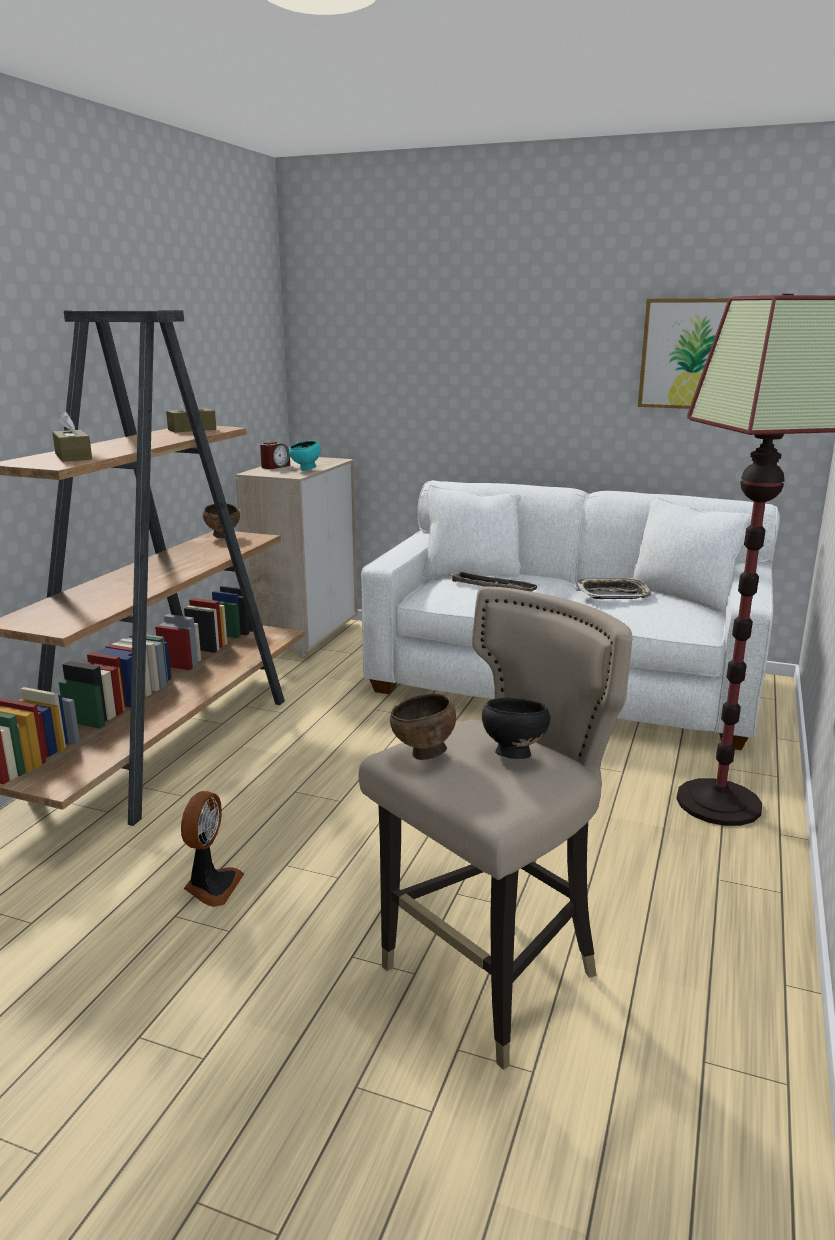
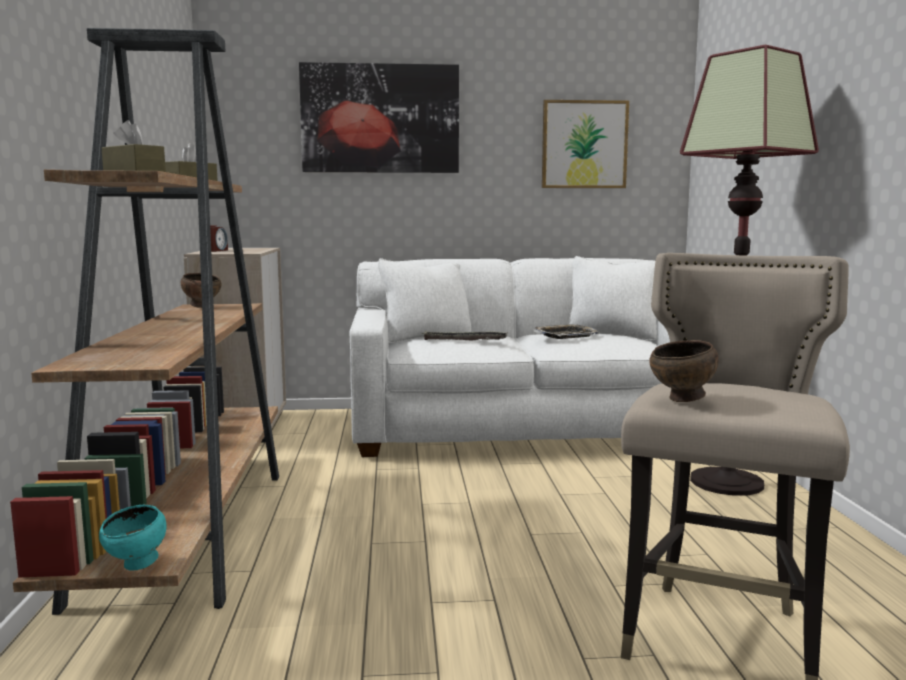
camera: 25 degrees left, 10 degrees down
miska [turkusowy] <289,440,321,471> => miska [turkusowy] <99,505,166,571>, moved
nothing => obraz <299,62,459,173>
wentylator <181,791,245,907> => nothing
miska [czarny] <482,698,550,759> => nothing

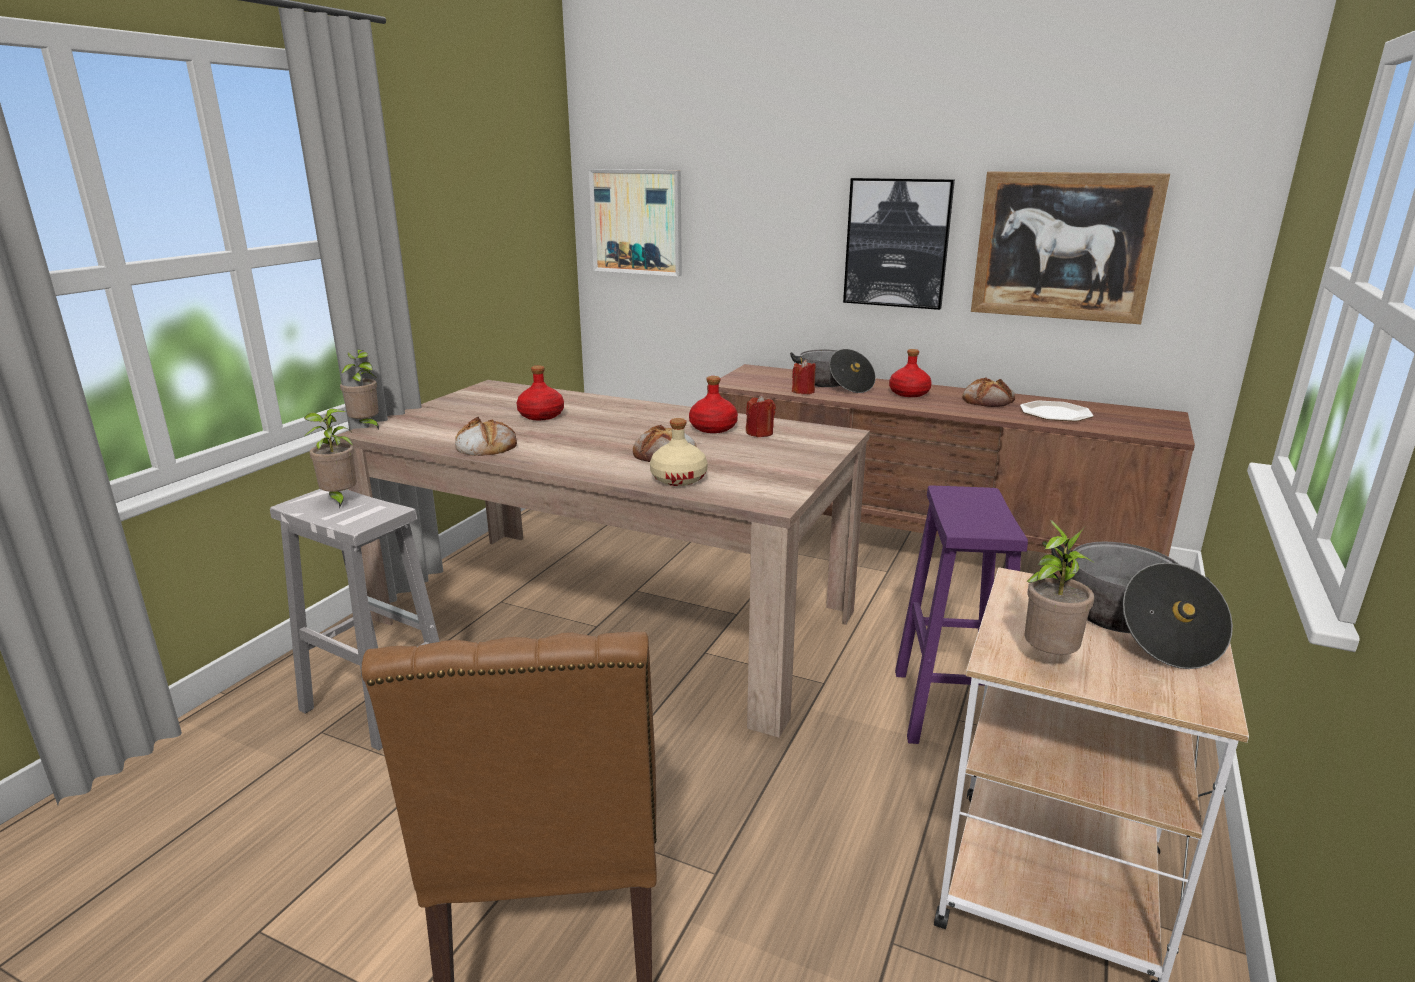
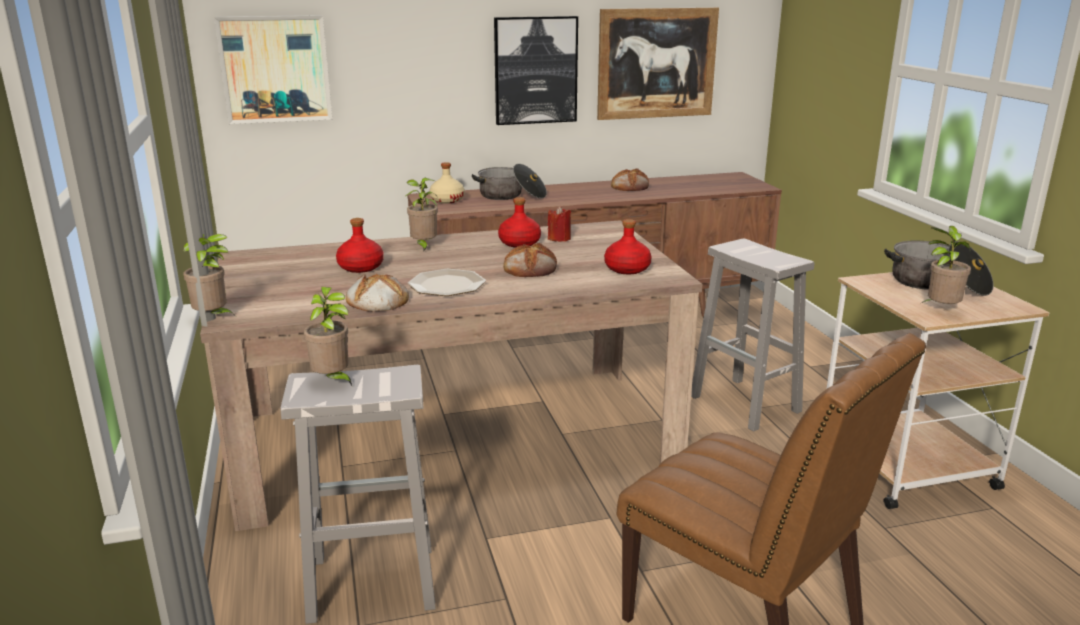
camera: 40 degrees left, 0 degrees up
nothing => roślina doniczkowa <406,178,438,253>
talerz <1020,400,1094,422> => talerz <408,269,486,296>, moved
butelka [beżowy] <650,418,708,486> => butelka [beżowy] <429,162,465,204>, moved
butelka [czerwony] <889,349,932,397> => butelka [czerwony] <604,219,652,274>, moved
stołek [fioletowy] <895,486,1028,744> => stołek [biały] <691,239,814,432>
świeca [czerwony] <792,360,816,394> => nothing

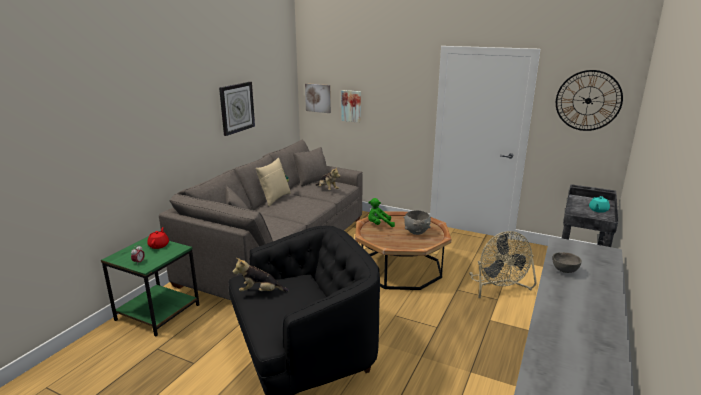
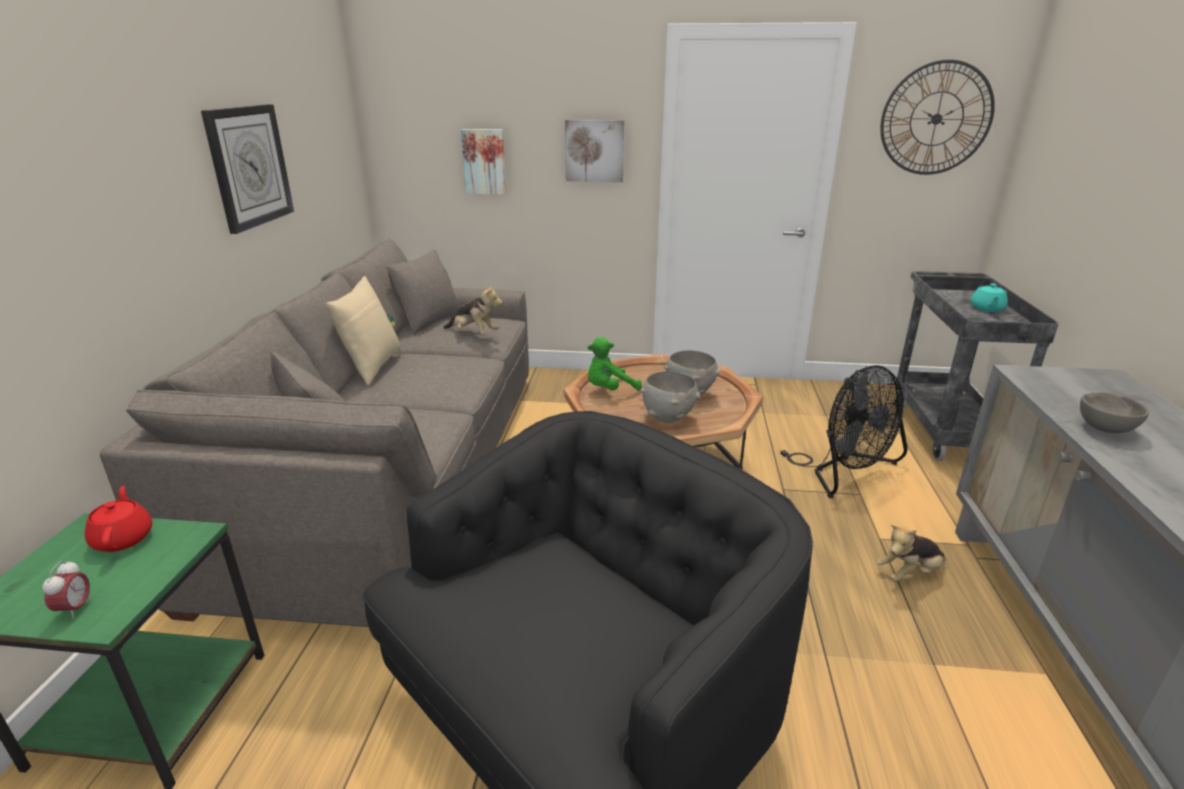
camera: 20 degrees left, 5 degrees up
obraz <305,83,331,113> => obraz <565,120,624,182>, moved
nothing => miska [szary] <640,371,700,423>
wentylator [beżowy] <469,231,537,298> => wentylator [czarny] <780,365,908,498>
pluszak <232,258,289,292> => pluszak <876,525,946,582>, moved

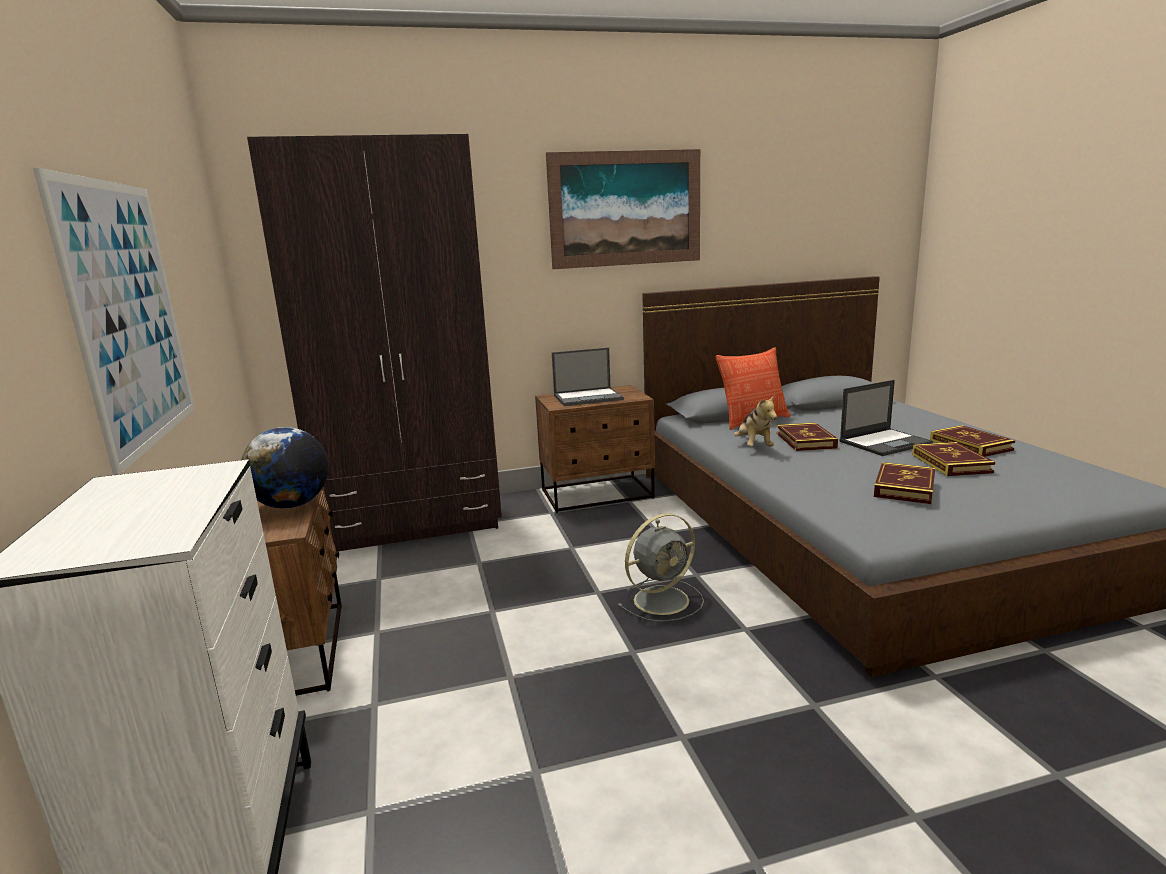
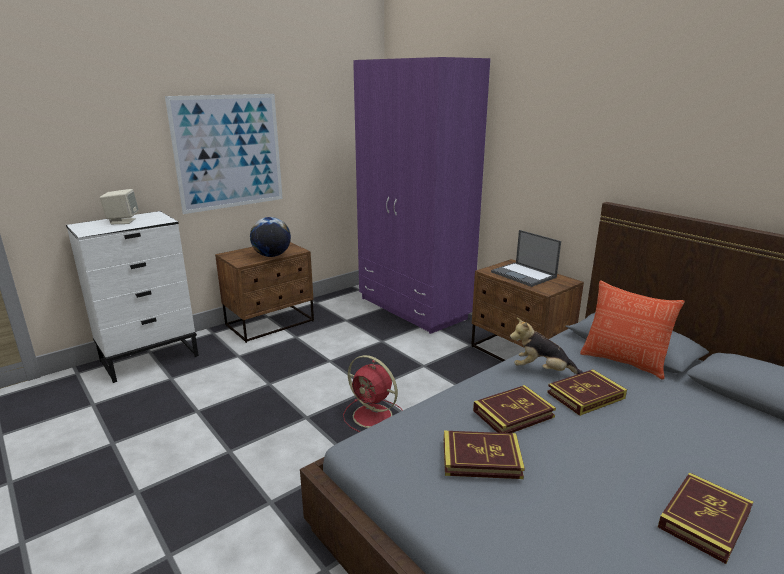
camera: 65 degrees right, 5 degrees up
nothing => głośnik [beżowy] <100,189,139,224>
wentylator [szary] <617,513,704,622> => wentylator [czerwony] <343,355,403,432>
szafa [brązowy] <247,134,502,552> => szafa [fioletowy] <353,57,490,334>
książka <912,442,995,476> => książka <473,385,556,433>, moved
pluszak <734,395,777,447> => pluszak <510,317,583,374>, 45 degrees clockwise
obraz <546,149,700,269> => nothing
laptop <839,380,933,456> => nothing

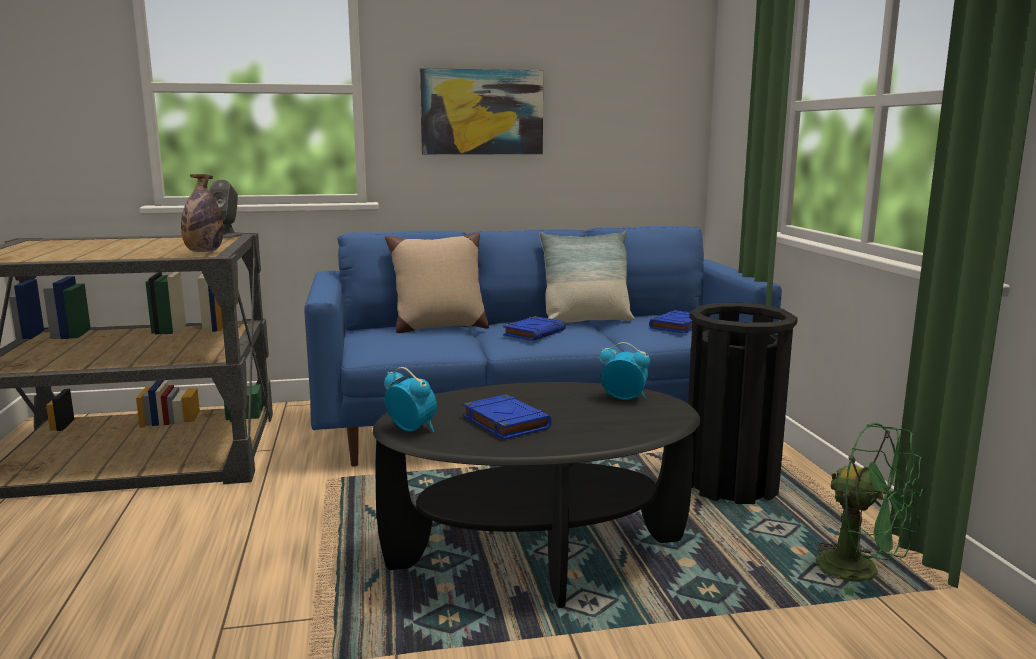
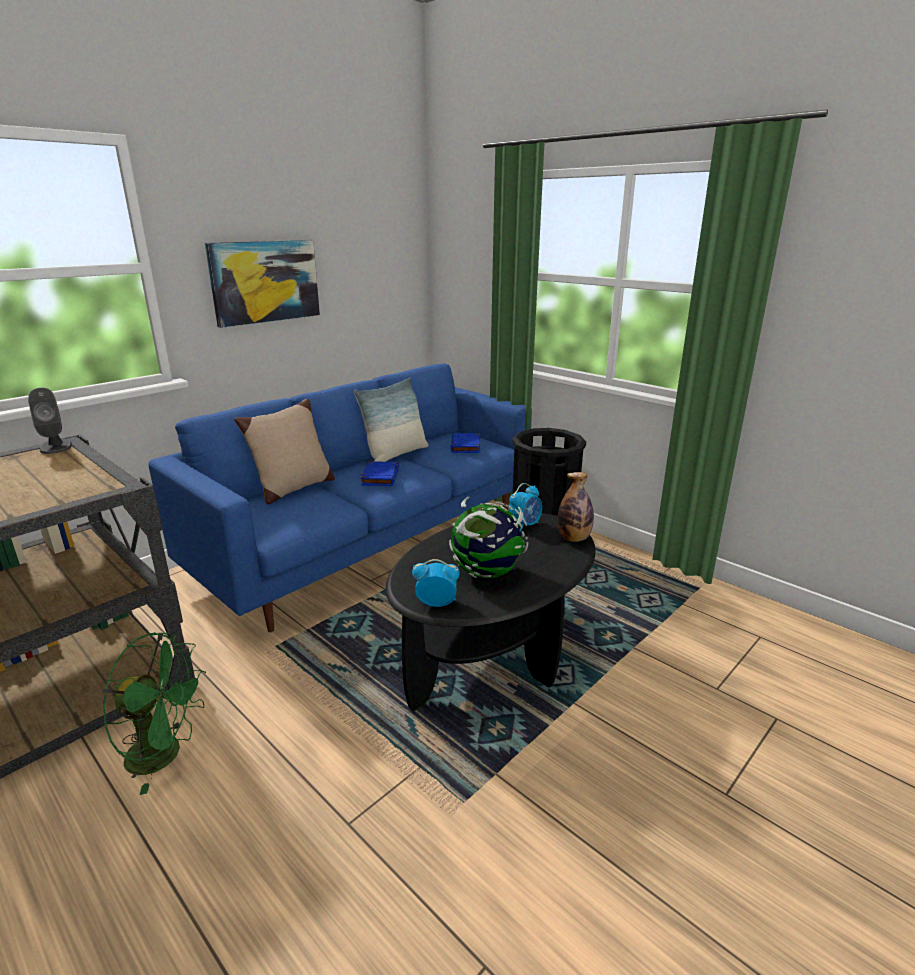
camera: 35 degrees left, 10 degrees up
wentylator [zielony] <807,423,924,596> => wentylator [zielony] <103,632,206,795>, moved
książka [niebieski] <463,395,552,440> => globus <449,497,528,578>
budzik <599,342,650,400> => budzik <509,483,542,532>, 150 degrees clockwise
butelka <181,174,223,252> => butelka <558,472,594,542>, moved

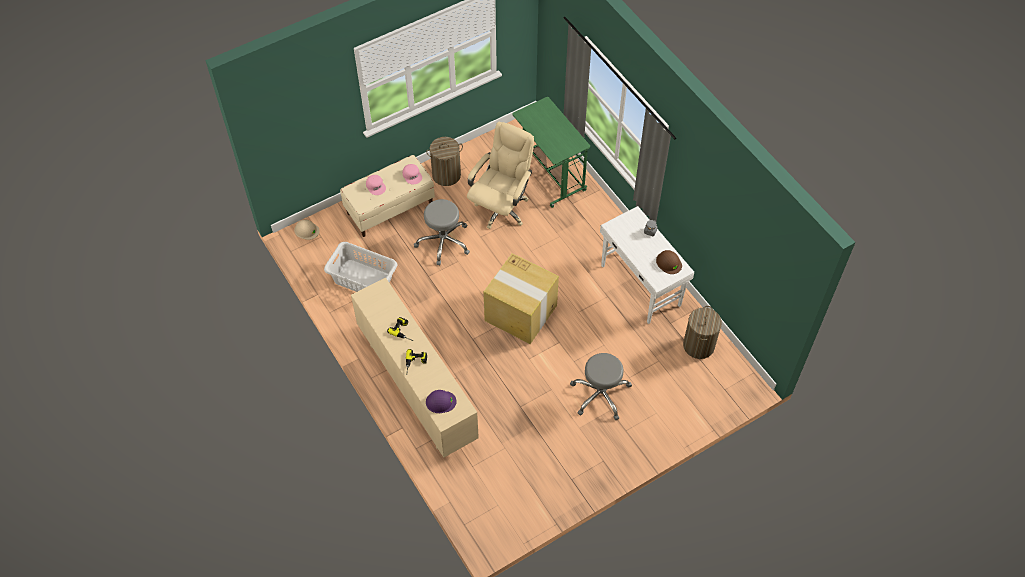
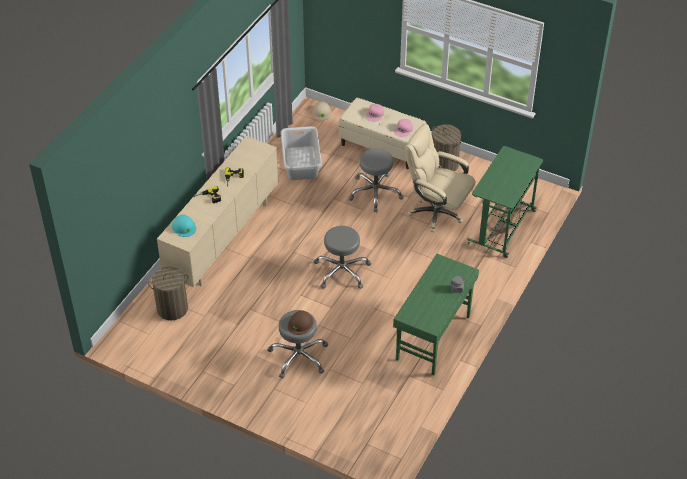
camera: 60 degrees right, 10 degrees down
kosz na pranie <683,306,722,359> => kosz na pranie <148,267,188,320>, moved
kask [fioletowy] <426,390,457,413> => kask [turkusowy] <172,215,196,237>
kask [brązowy] <656,250,682,274> => kask [brązowy] <288,311,313,335>, moved
karton <484,253,559,344> => stołek [szary] <314,226,371,289>
stolik konsolowy [biały] <600,206,694,324> => stolik konsolowy [zielony] <393,254,479,376>
krzesło biurowe [beżowy] <467,122,534,229> => krzesło biurowe [beżowy] <405,124,475,232>, 150 degrees counterclockwise

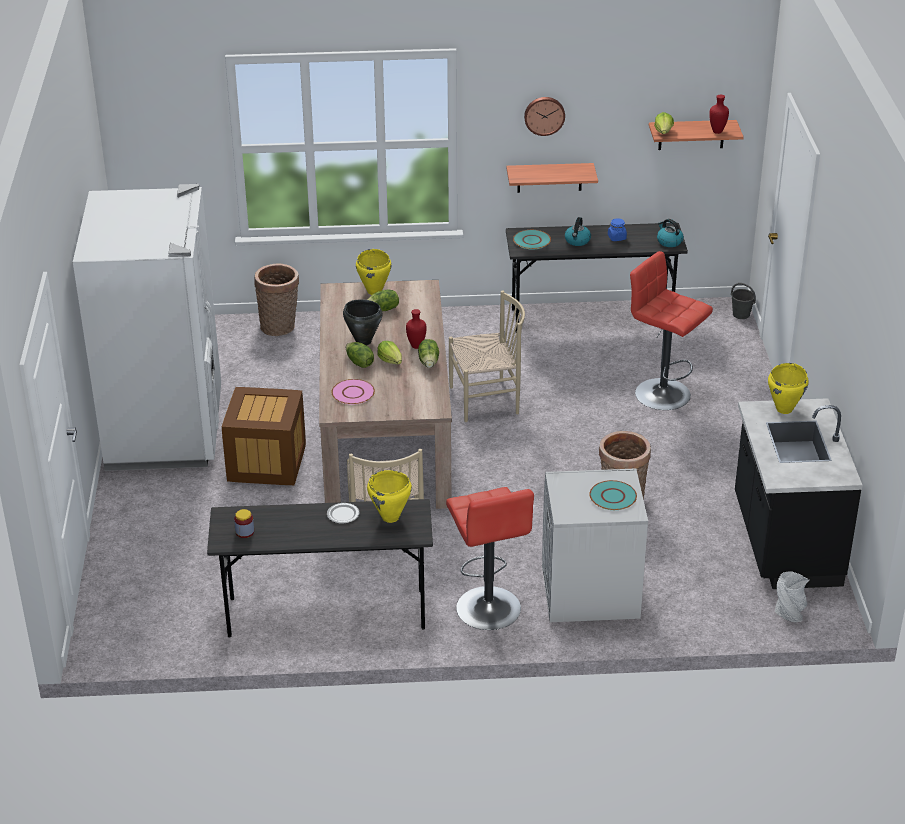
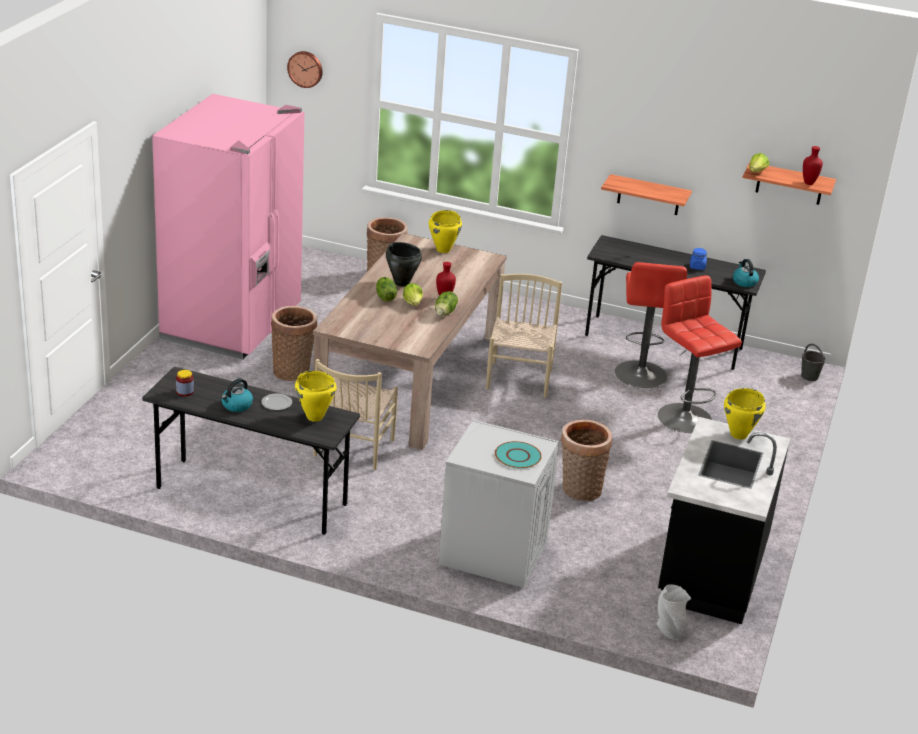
camera: 20 degrees right, 5 degrees down
lodówka [biały] <73,184,221,471> => lodówka [różowy] <152,94,305,360>
czajnik <565,217,591,246> => czajnik <221,378,253,412>, moved
skrzynka <222,387,306,485> => koszyk <271,306,317,381>
zegar ścienny <524,97,565,136> => zegar ścienny <287,51,323,88>, moved
krzesło [beżowy] <449,291,525,422> => krzesło [beżowy] <486,274,562,398>, 90 degrees counterclockwise
stołek [czerwony] <446,487,534,630> => stołek [czerwony] <615,262,687,388>, moved
talerz [różowy] <331,379,375,405> => nothing
sałata <367,290,399,311> => nothing
talerz [turkusowy] <513,230,551,250> => nothing

